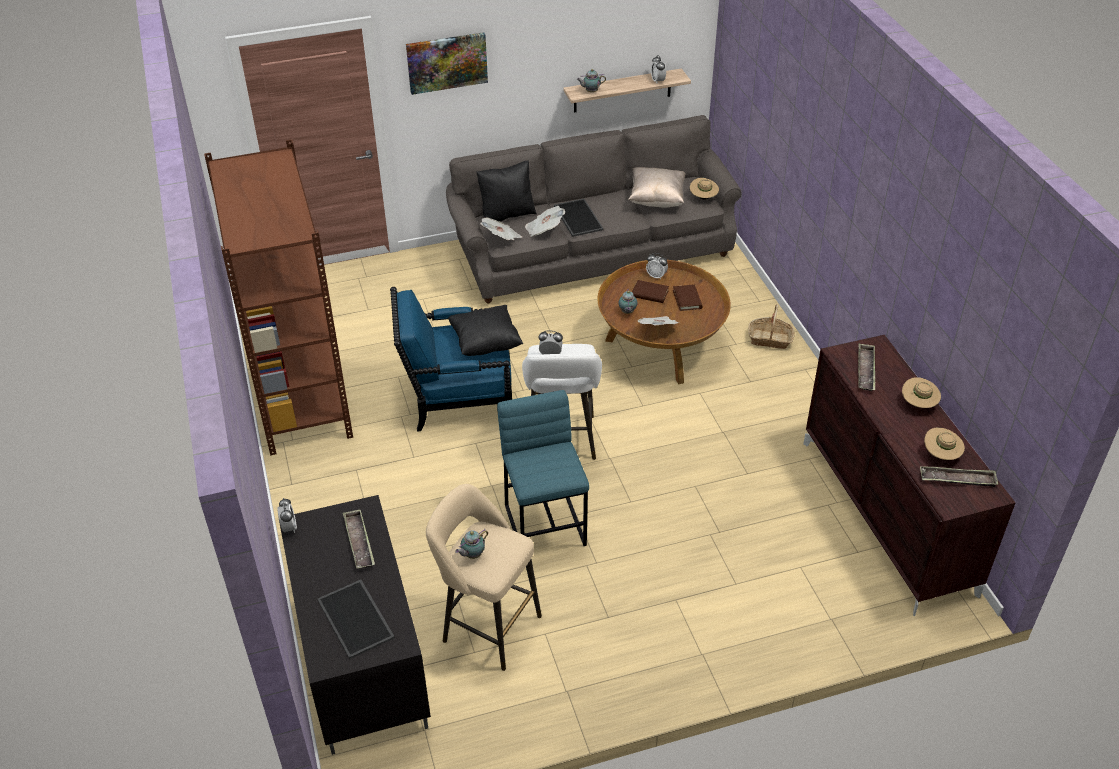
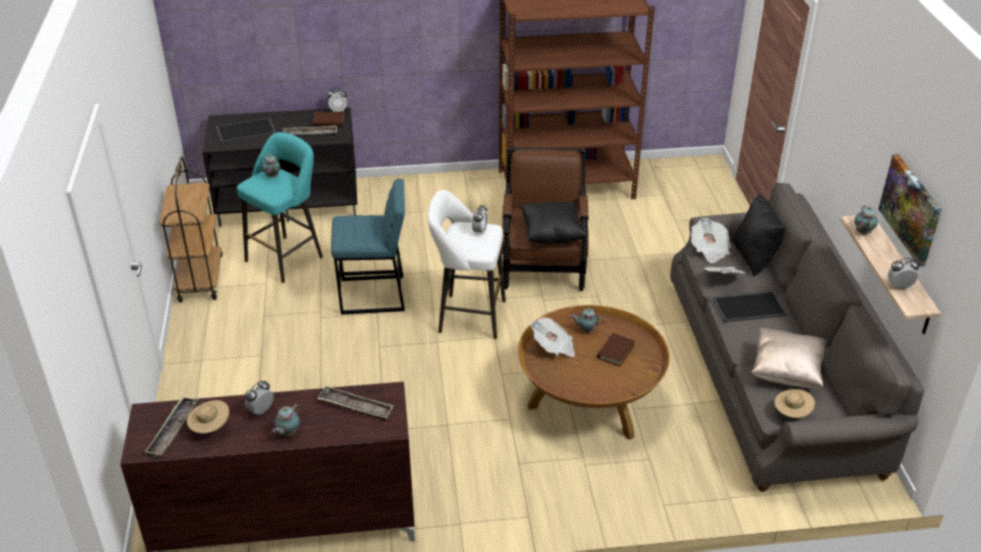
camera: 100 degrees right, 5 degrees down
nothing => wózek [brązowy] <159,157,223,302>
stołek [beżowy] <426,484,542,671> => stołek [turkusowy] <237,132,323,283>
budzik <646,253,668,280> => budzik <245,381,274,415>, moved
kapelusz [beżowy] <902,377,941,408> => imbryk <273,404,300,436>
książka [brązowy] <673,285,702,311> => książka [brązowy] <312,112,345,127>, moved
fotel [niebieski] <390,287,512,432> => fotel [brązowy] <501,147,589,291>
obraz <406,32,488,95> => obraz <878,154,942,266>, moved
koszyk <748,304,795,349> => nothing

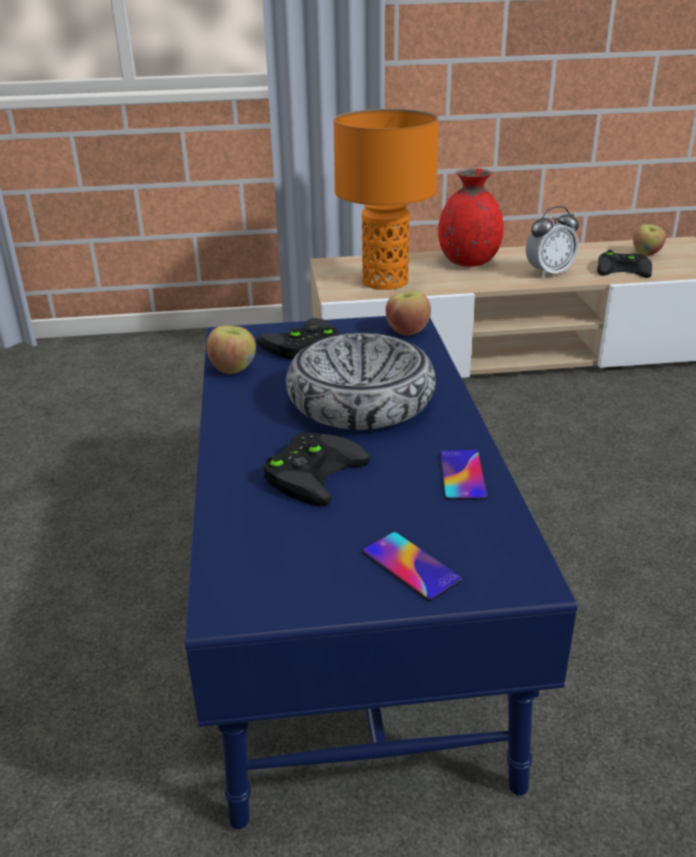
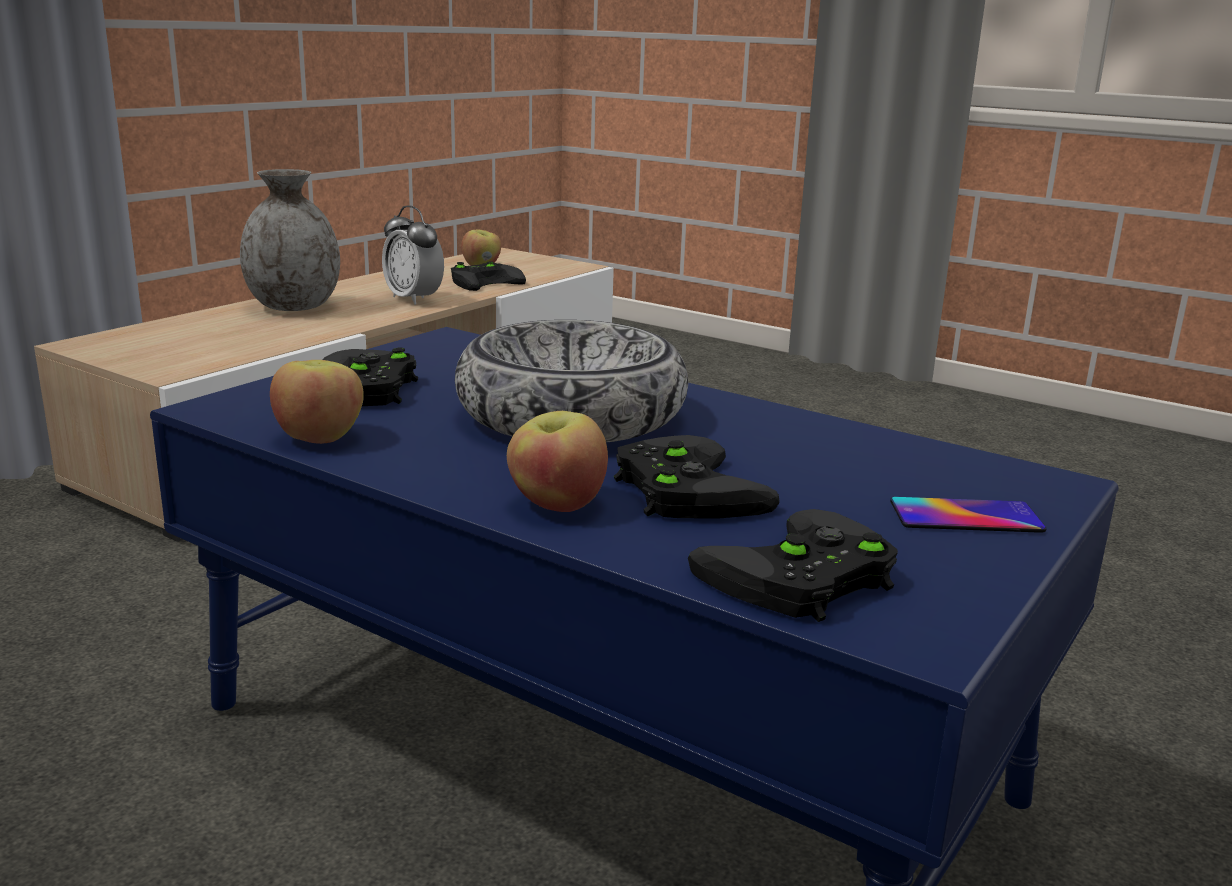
camera: 50 degrees left, 10 degrees down
wazon [czerwony] <438,168,504,267> => wazon [szary] <240,169,340,311>
budzik <526,206,579,278> => budzik <382,205,444,305>, 120 degrees clockwise
jabłko <386,291,431,336> => jabłko <507,411,608,512>, moved
nothing => pad do gier [czarny] <688,509,898,622>
lampa stołowa [pomarańczowy] <334,109,439,290> => nothing
telefon <440,450,488,500> => nothing

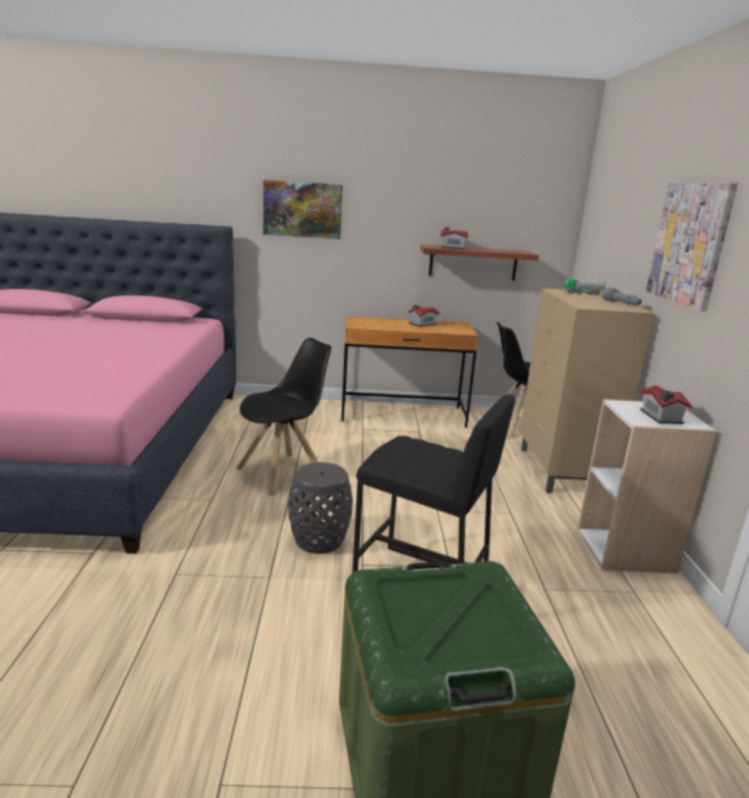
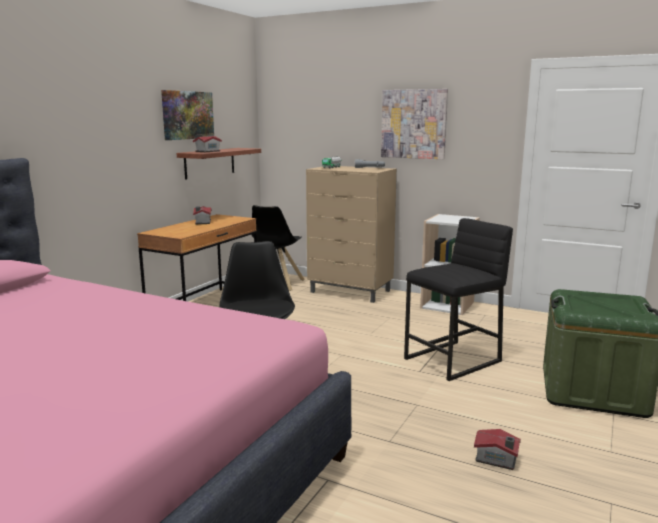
camera: 60 degrees left, 5 degrees down
obraz <263,180,343,239> => obraz <161,90,214,140>, moved
domek <640,385,692,424> => domek <474,429,521,470>, moved
stołek [szary] <288,462,353,554> => nothing

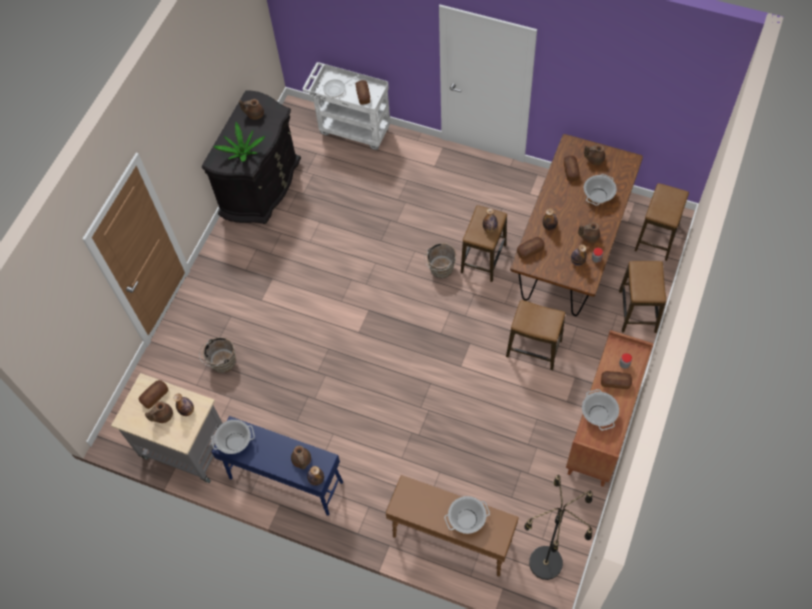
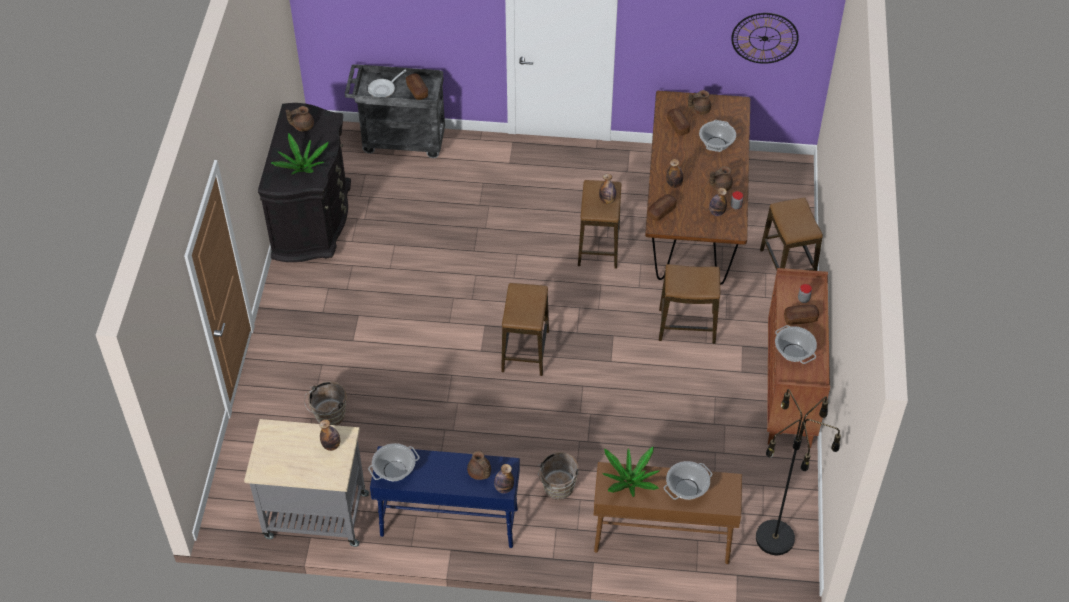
camera: 20 degrees left, 10 degrees down
wózek [biały] <302,62,391,150> => wózek [czarny] <345,64,445,158>
stołek <635,183,689,261> => stołek <501,283,549,376>, moved
wiadro [brązowy] <424,243,456,279> => wiadro [brązowy] <538,452,579,500>, moved
nothing => roślina doniczkowa <602,446,659,497>
nothing => zegar ścienny <731,13,799,64>
chleb <139,380,168,409> => nothing
imbryk [brązowy] <145,401,173,423> => nothing

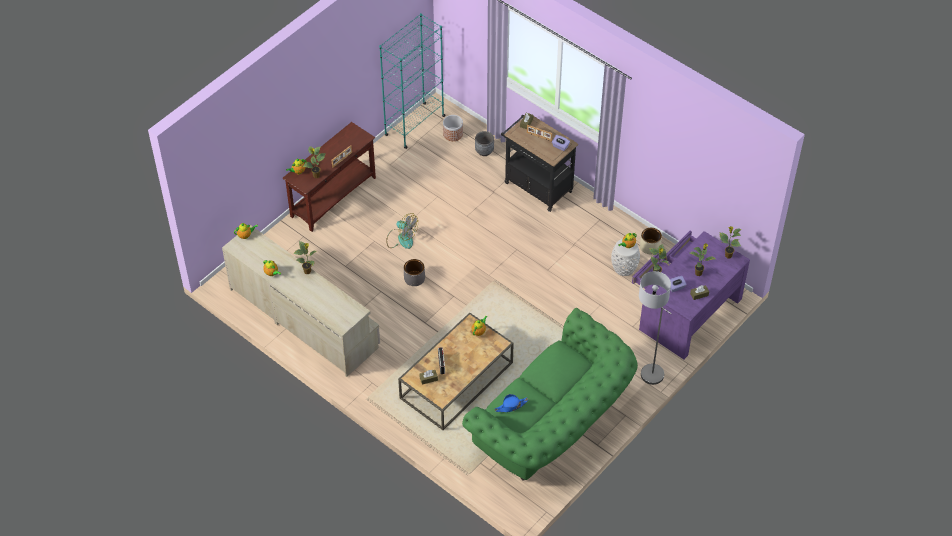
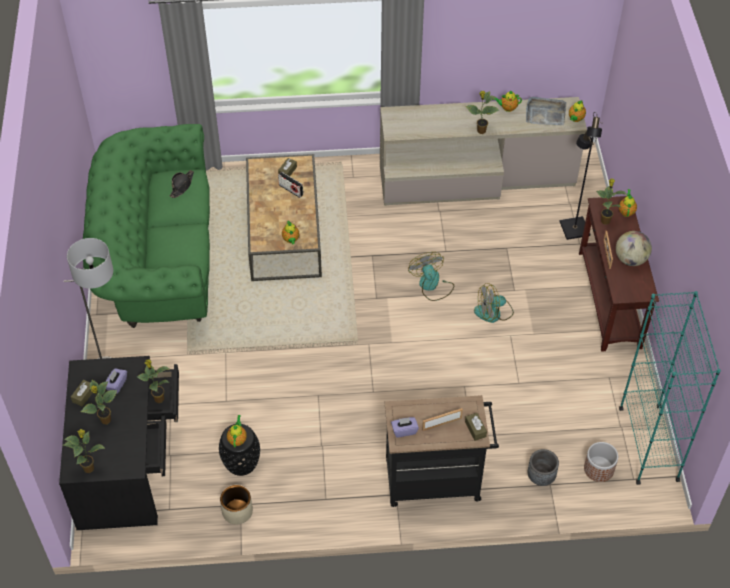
camera: 135 degrees right, 0 degrees up
biurko [fioletowy] <632,231,750,360> => biurko [czarny] <59,356,179,530>
kapelusz [niebieski] <495,394,528,412> => kapelusz [czarny] <170,170,194,198>
stołek [biały] <611,239,640,276> => stołek [czarny] <219,424,260,476>
donica [szary] <404,259,425,286> => wentylator <408,252,454,301>
nothing => taca [szary] <526,97,566,125>
nothing => lampa stojąca [czarny] <559,112,602,240>
nothing => globus <616,231,652,266>

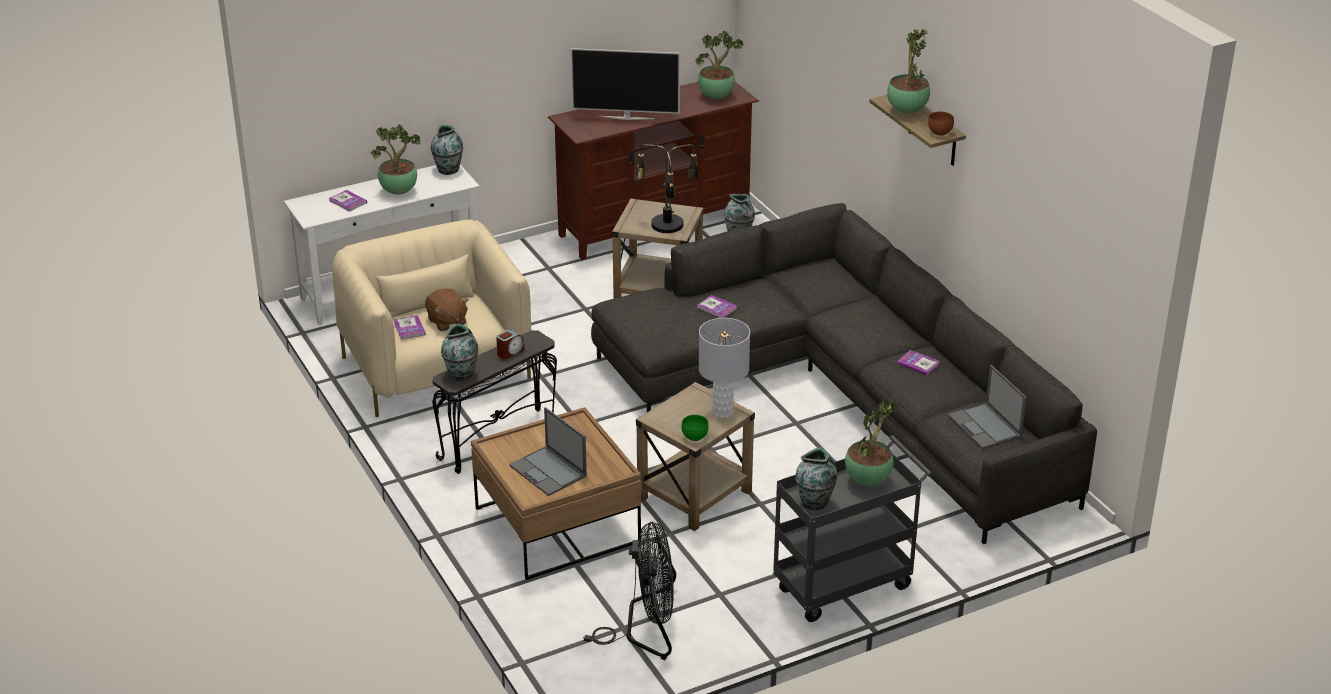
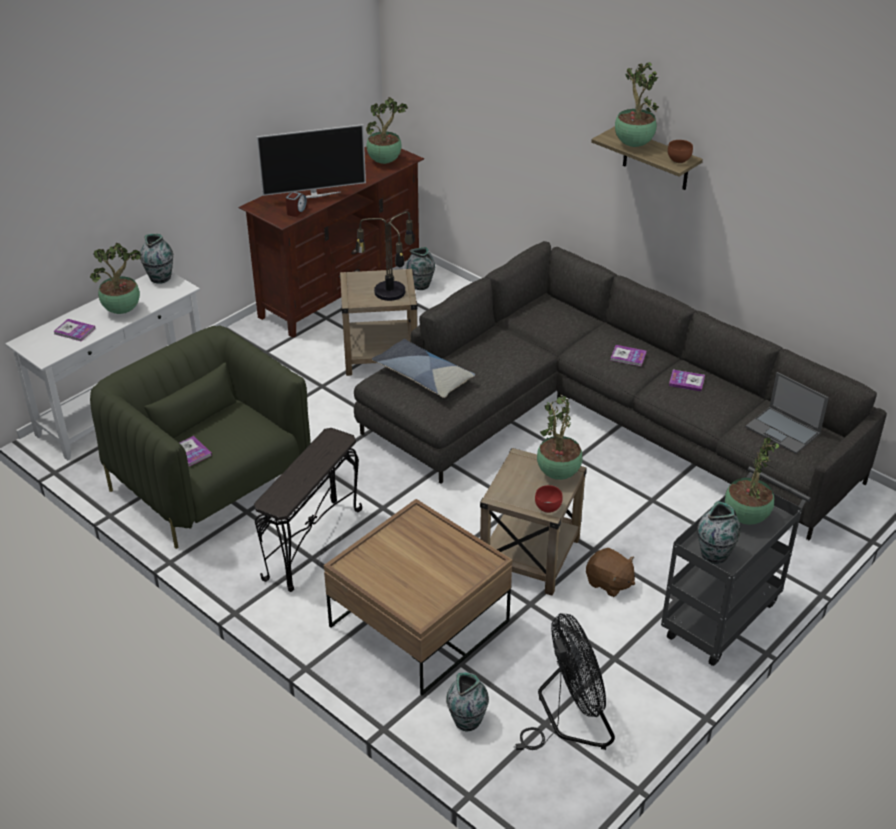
camera: 20 degrees left, 5 degrees up
fotel [beżowy] <332,220,531,417> => fotel [zielony] <90,325,310,549>
budzik <496,330,524,359> => budzik <286,192,307,217>, moved
nothing => poduszka <372,339,475,398>
wazon <441,324,479,381> => wazon <446,672,489,731>, moved
miska [zielony] <681,415,709,441> => miska [czerwony] <535,485,563,513>
lampa stołowa [szary] <699,318,750,418> => roślina doniczkowa <537,395,582,480>
pluszak [brązowy] <425,288,468,331> => pluszak [brązowy] <586,548,635,597>, moved
książka <697,295,738,318> => książka <611,345,647,366>, moved
laptop <509,407,587,496> => nothing

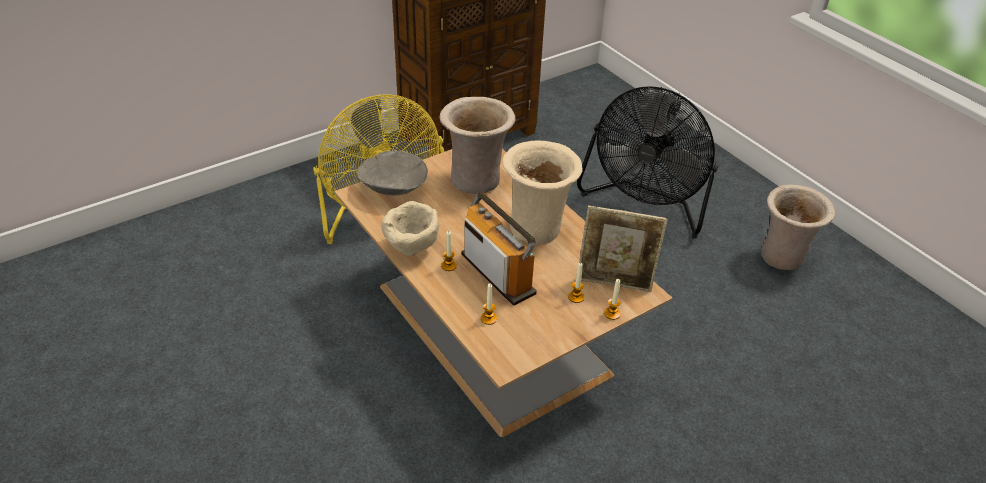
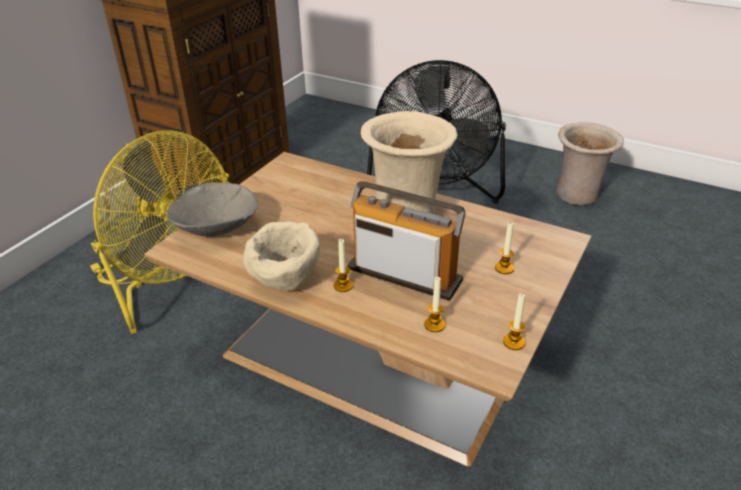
camera: 25 degrees left, 5 degrees down
świeca <604,279,621,320> => świeca <503,293,525,350>, moved
wazon [beżowy] <440,97,516,194> => nothing
ramka na zdjęcie <579,205,668,292> => nothing

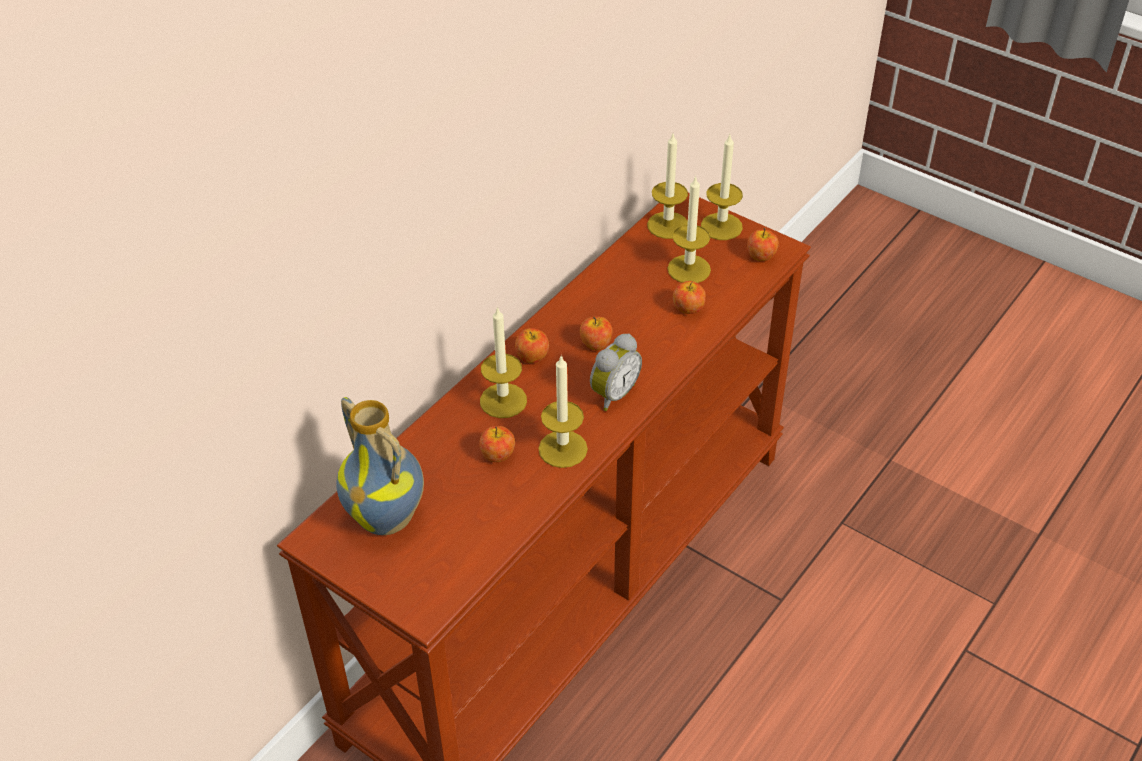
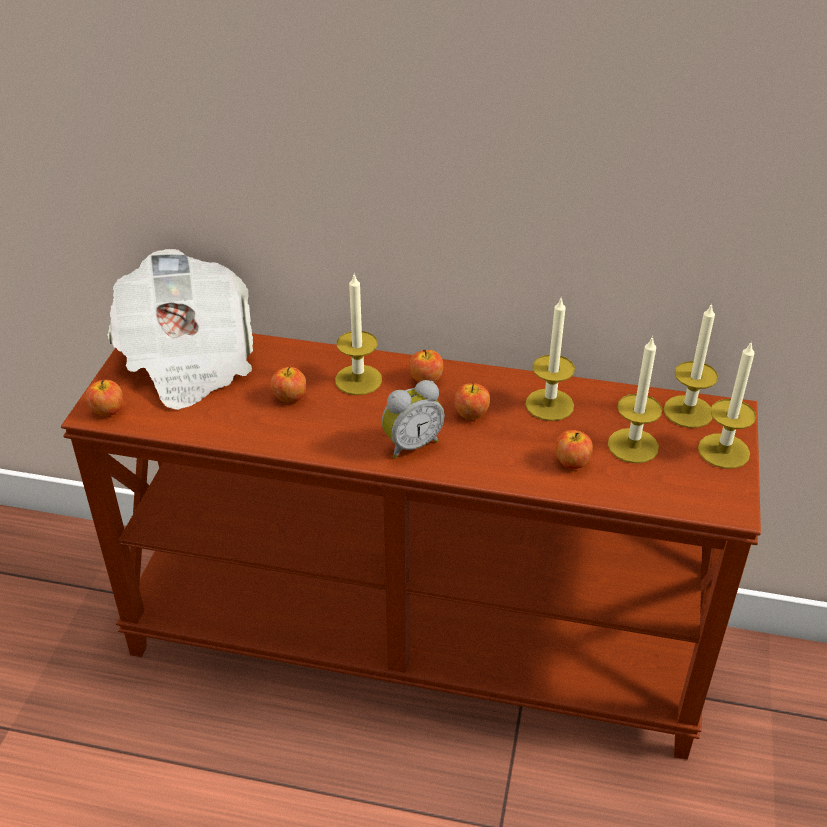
camera: 65 degrees right, 5 degrees down
jabłko <747,228,779,261> => jabłko <86,380,123,416>, moved
wazon <337,397,424,535> => gazeta <107,249,253,410>
budzik <590,334,642,411> => budzik <382,380,445,459>, 45 degrees counterclockwise
świeca <538,355,588,468> => świeca <525,296,575,421>, moved

